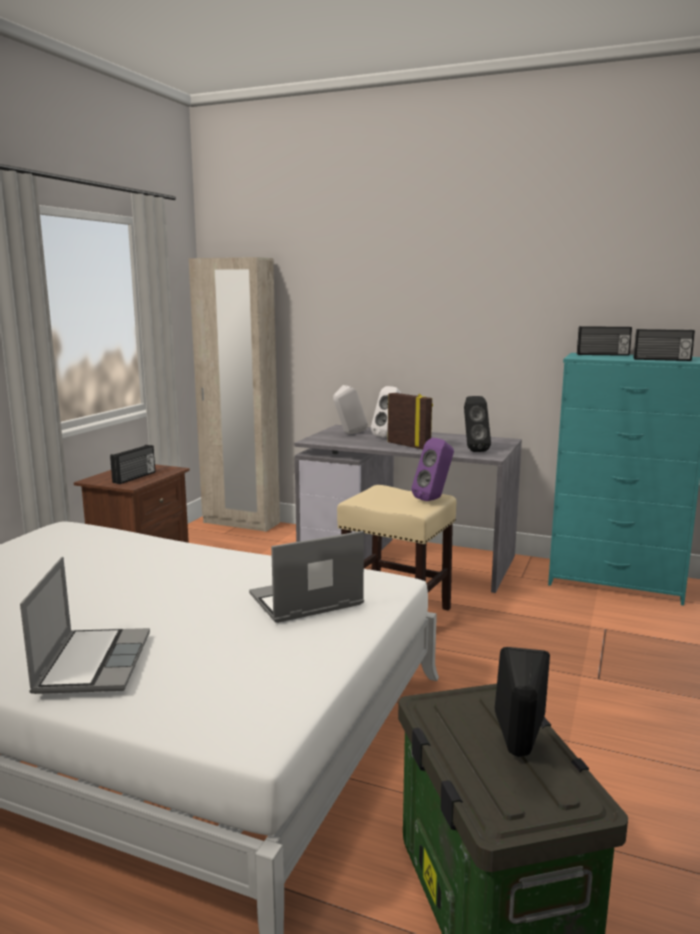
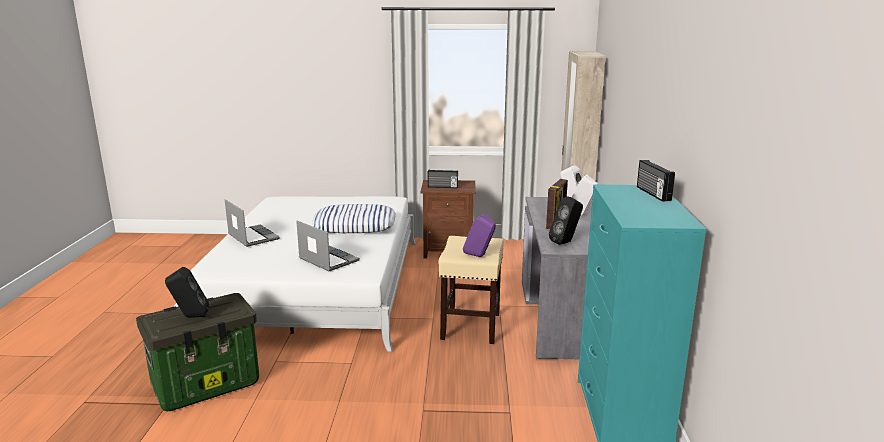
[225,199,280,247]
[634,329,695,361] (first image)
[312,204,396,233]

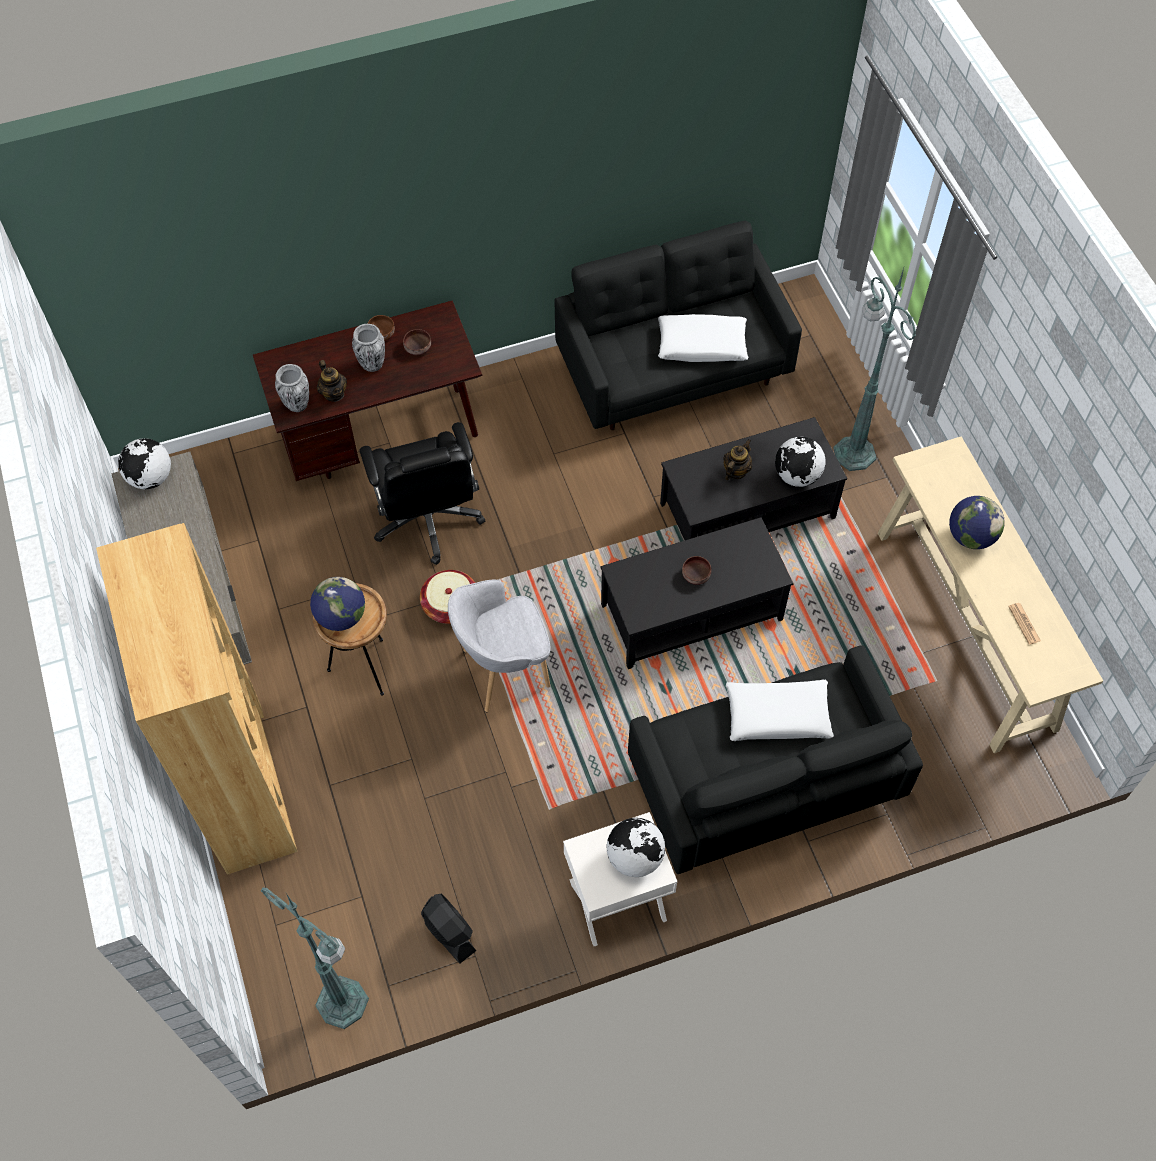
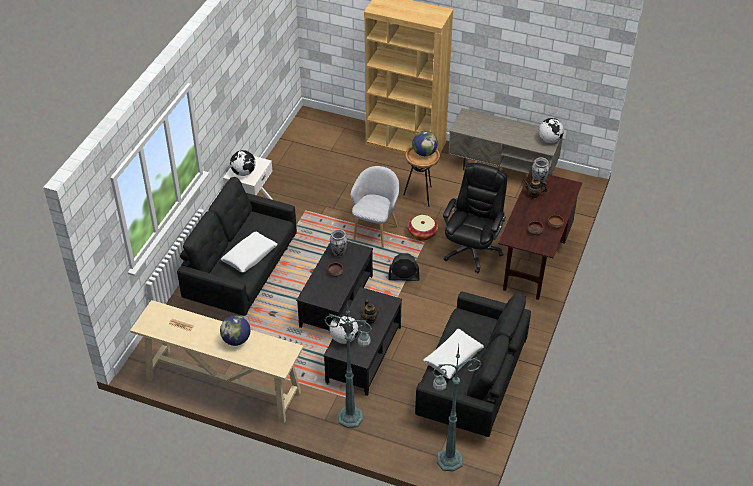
[432,346,481,471]
[330,229,347,257]
[443,163,507,274]
[389,253,419,281]

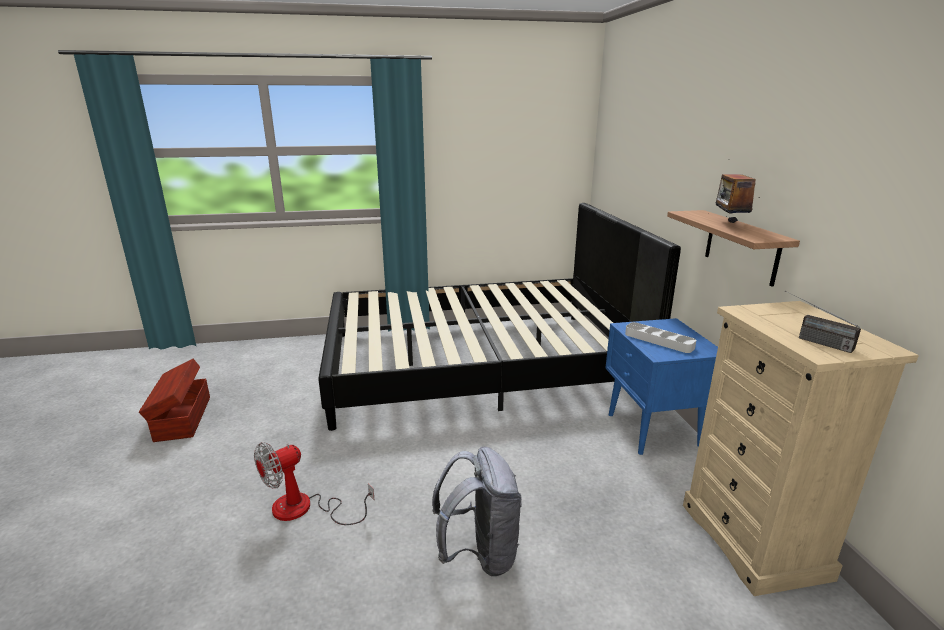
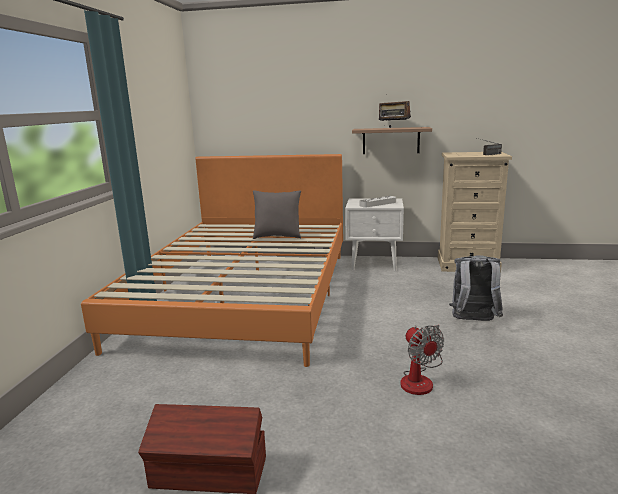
[81,154,343,367]
[345,198,404,271]
[253,190,301,239]

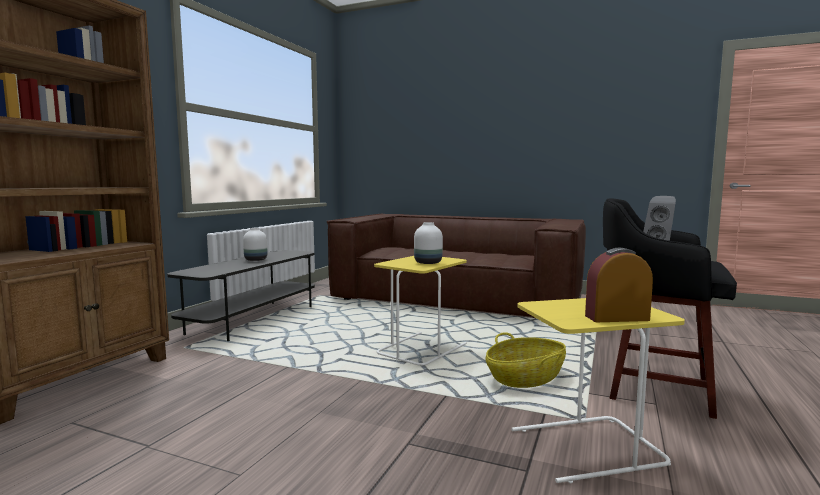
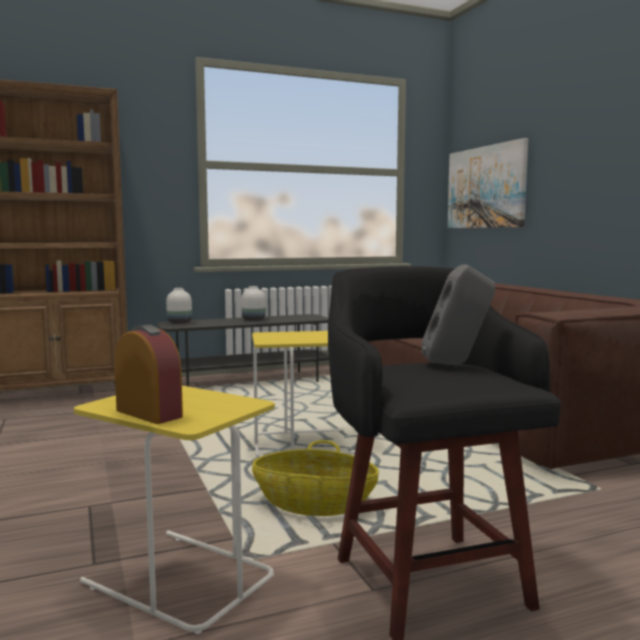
[166,288,192,324]
[447,138,528,228]

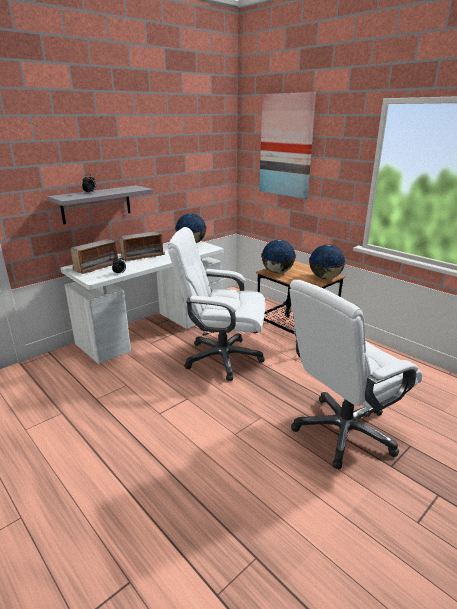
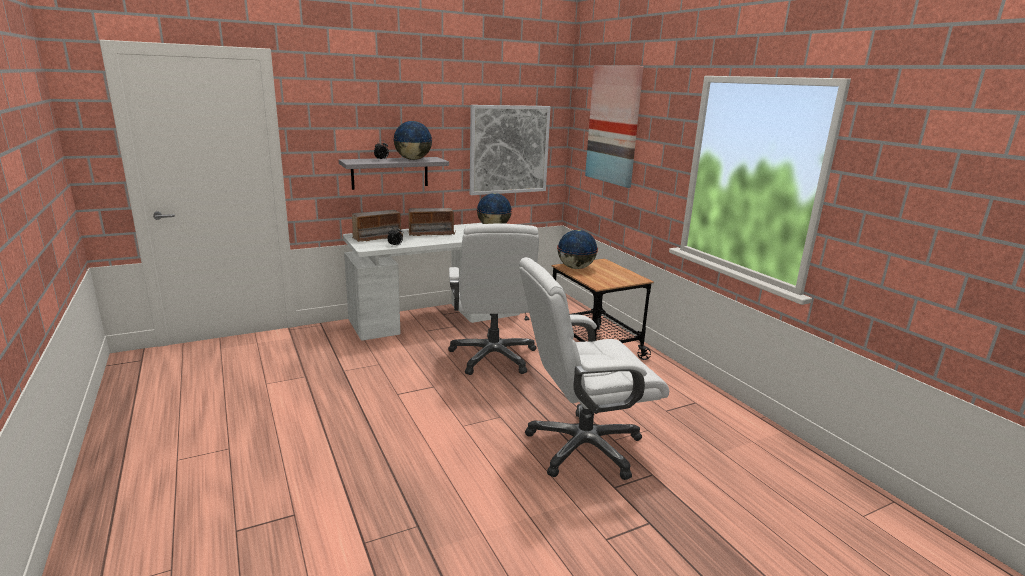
[448,223,539,375]
[393,121,432,160]
[470,105,551,195]

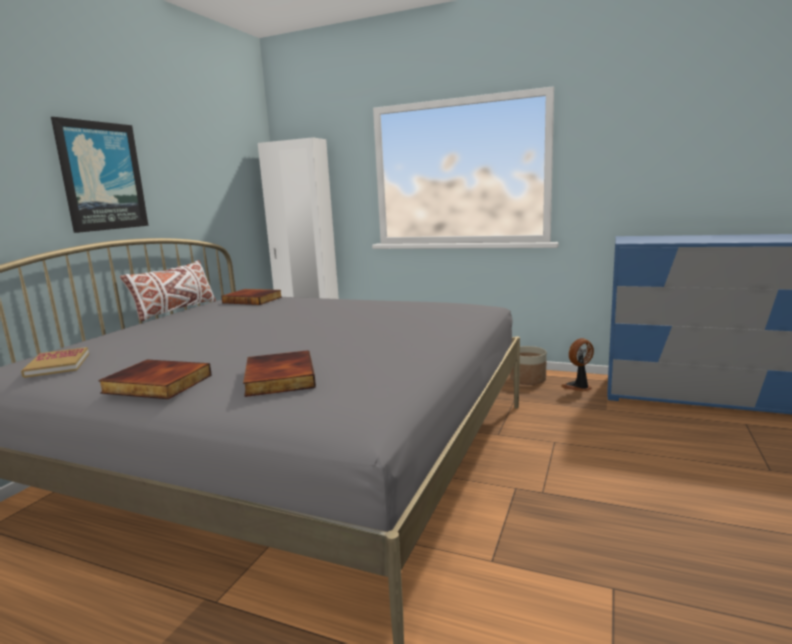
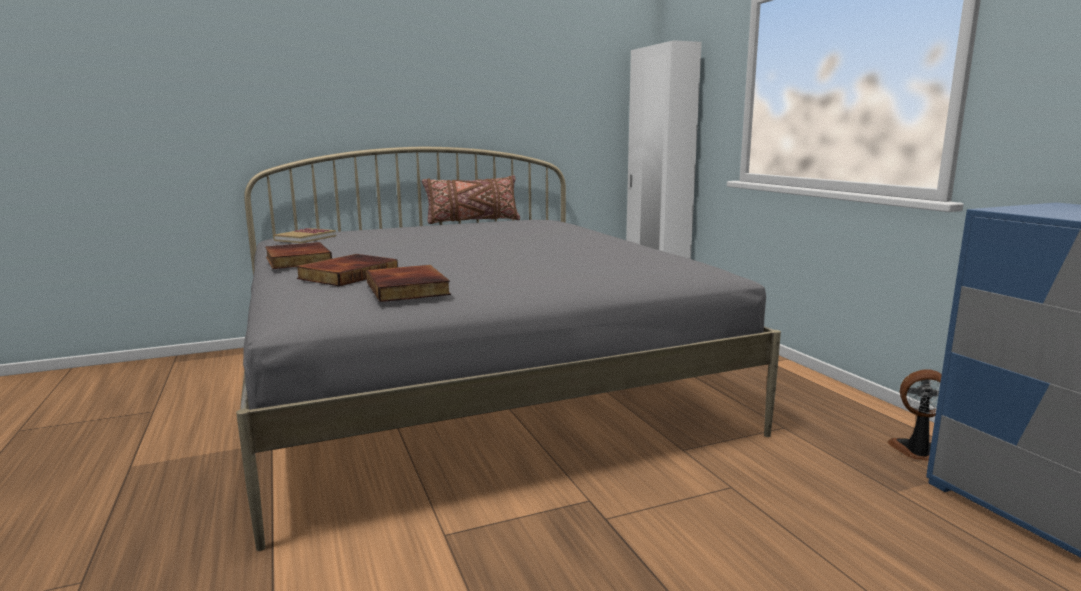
[51,117,149,233] (first image)
[422,175,520,224]
[366,265,451,302]
[510,346,547,385] (first image)

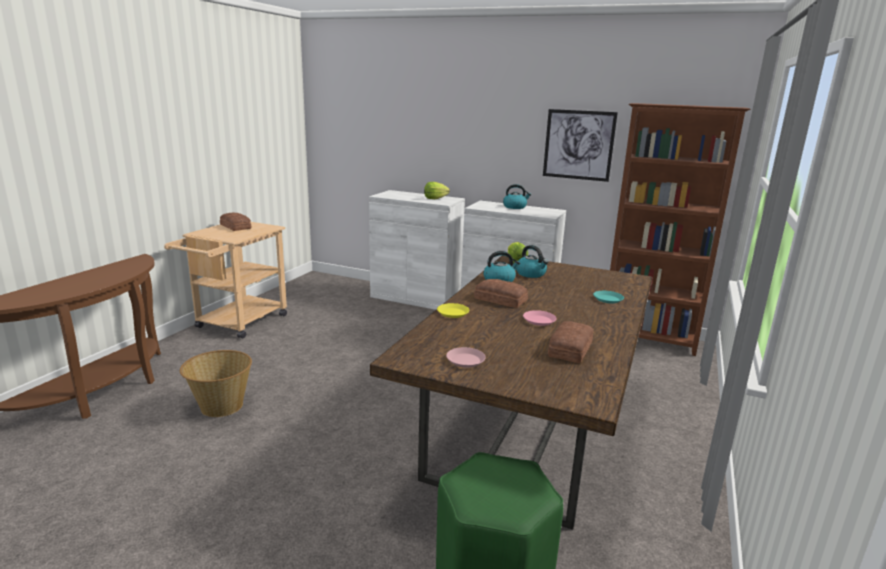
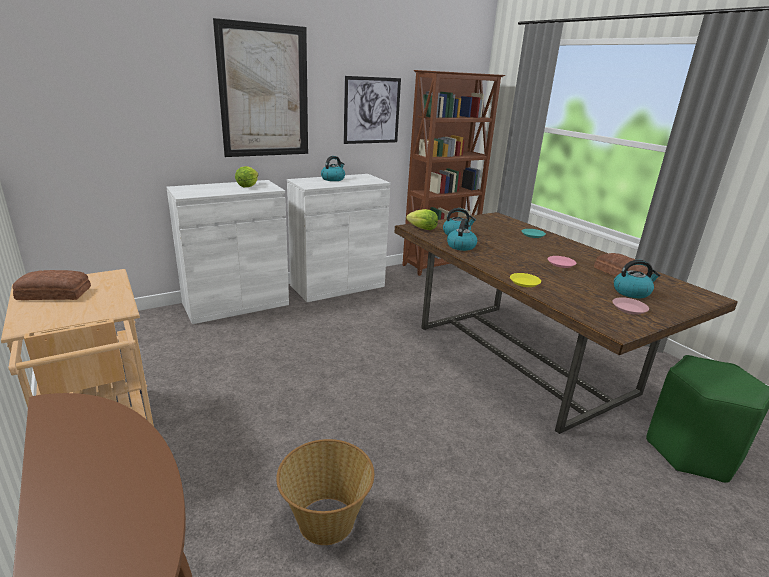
[474,279,528,308] (first image)
[213,18,308,157]
[614,260,660,298]

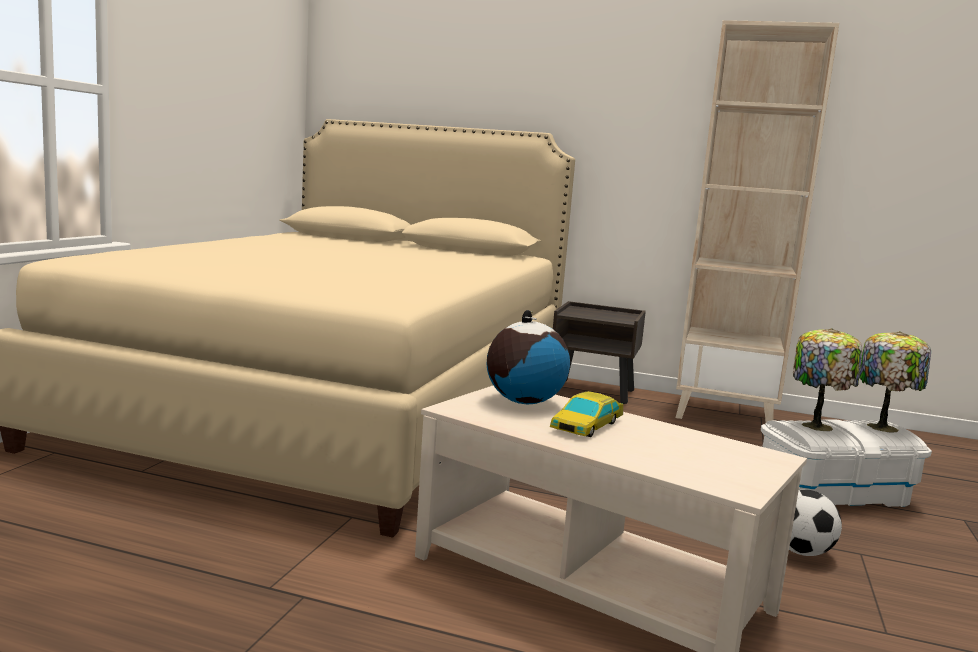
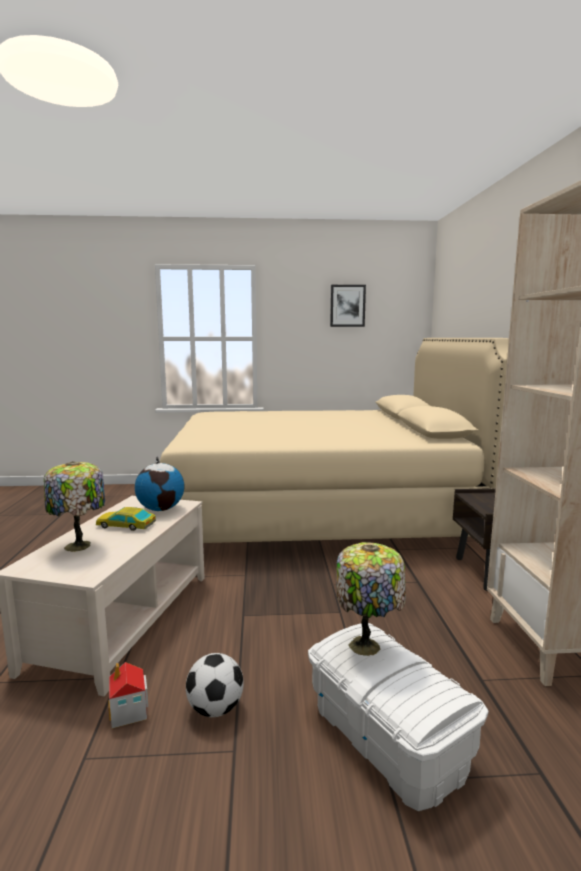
[44,461,105,552]
[109,662,148,729]
[330,285,366,327]

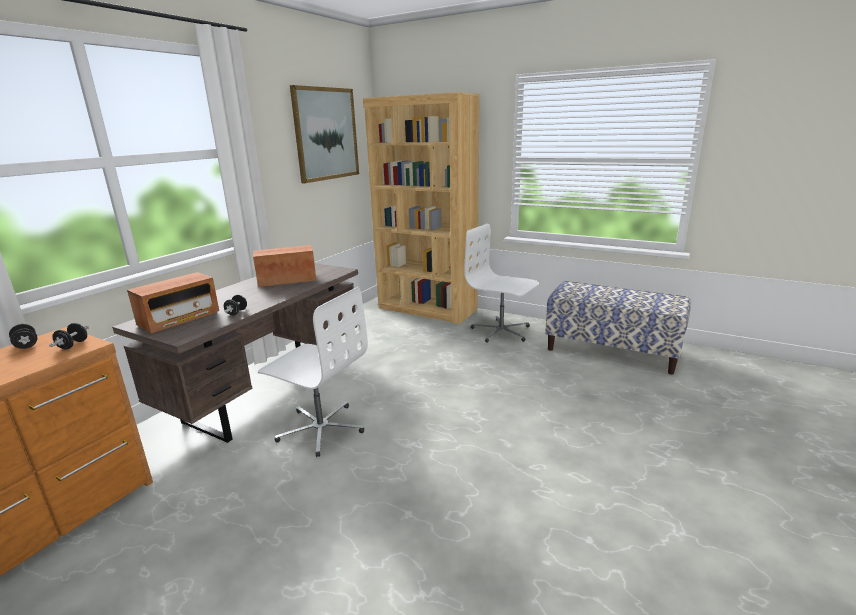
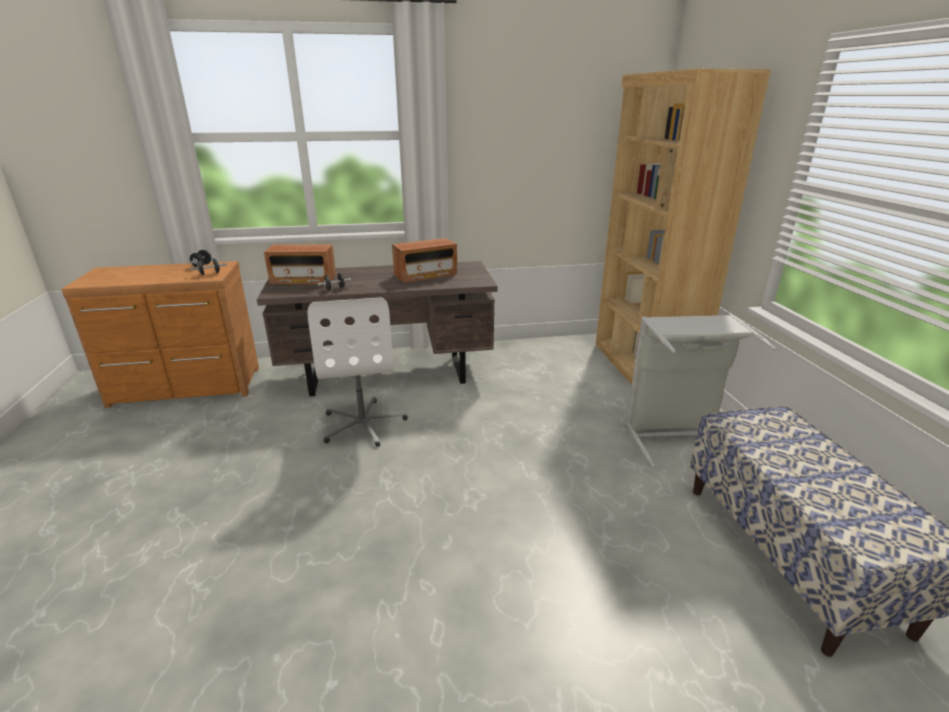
[392,238,457,283]
[290,85,359,183] (first image)
[626,314,776,467]

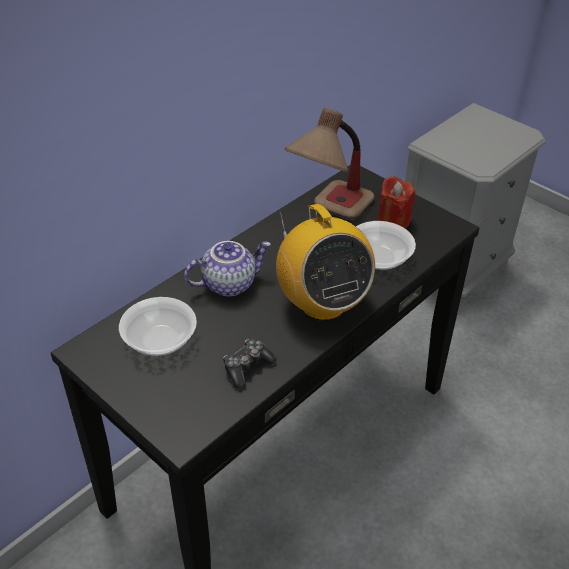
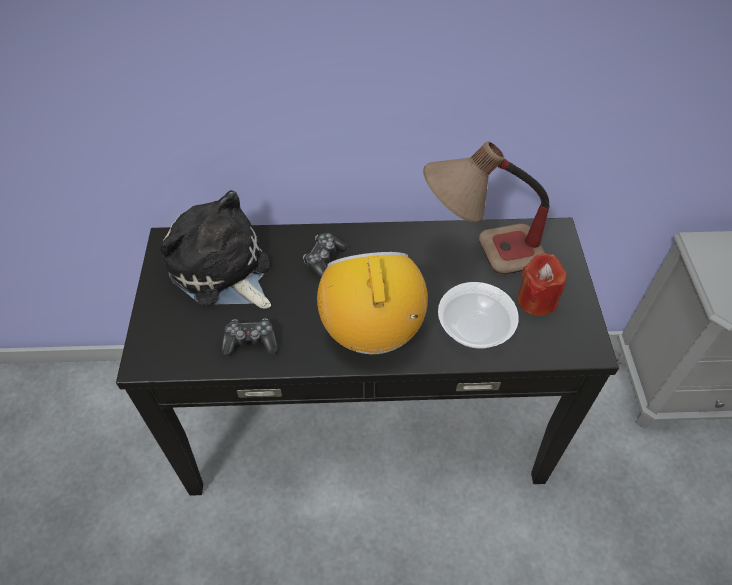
[160,190,271,309]
[303,233,348,279]
[317,252,428,354]

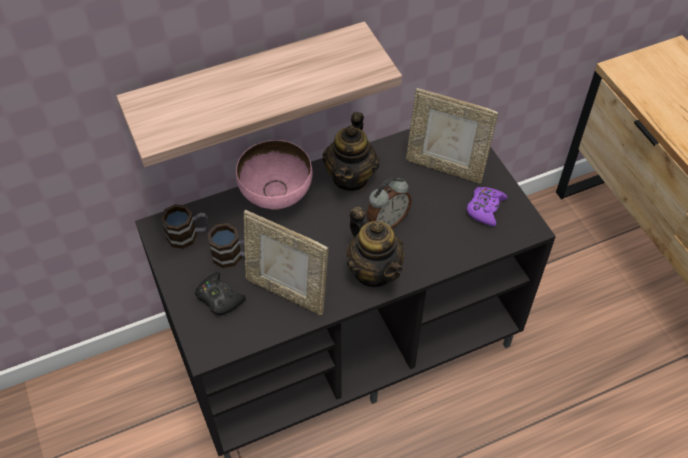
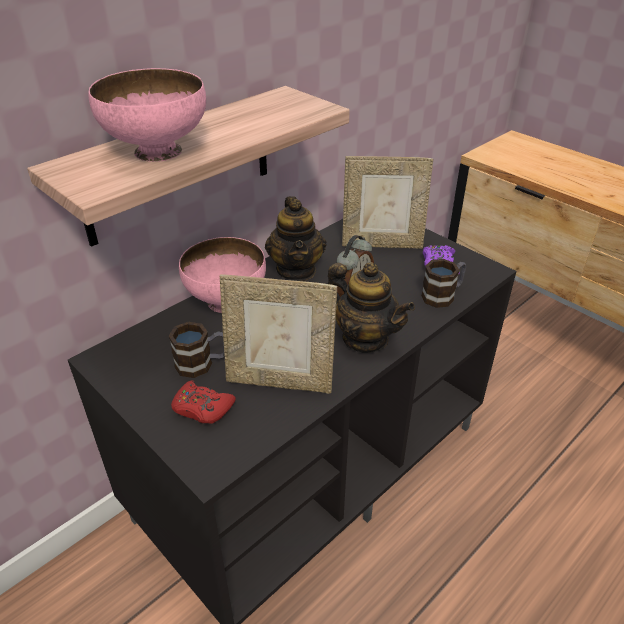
[421,259,466,308]
[171,381,236,423]
[88,68,206,162]

